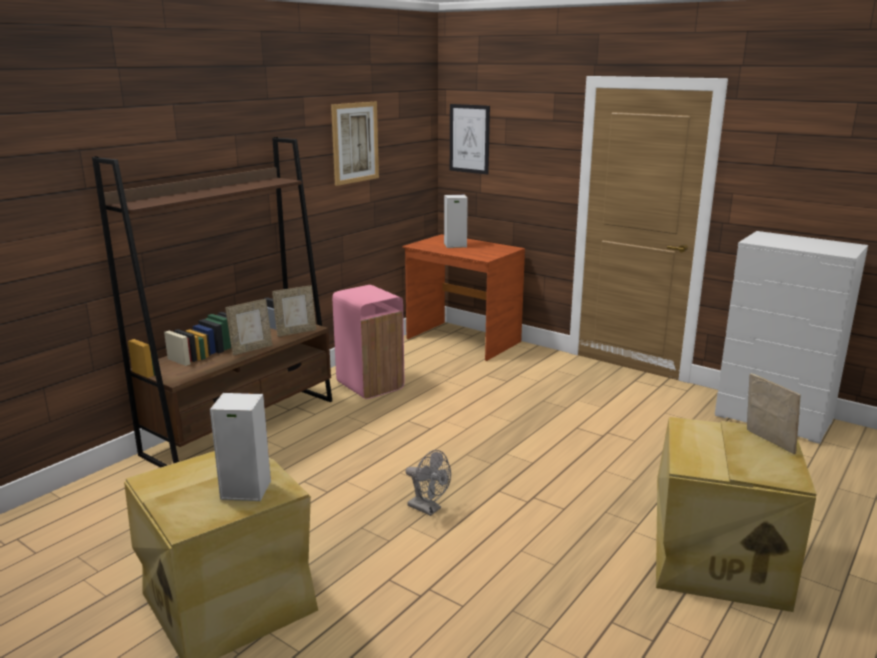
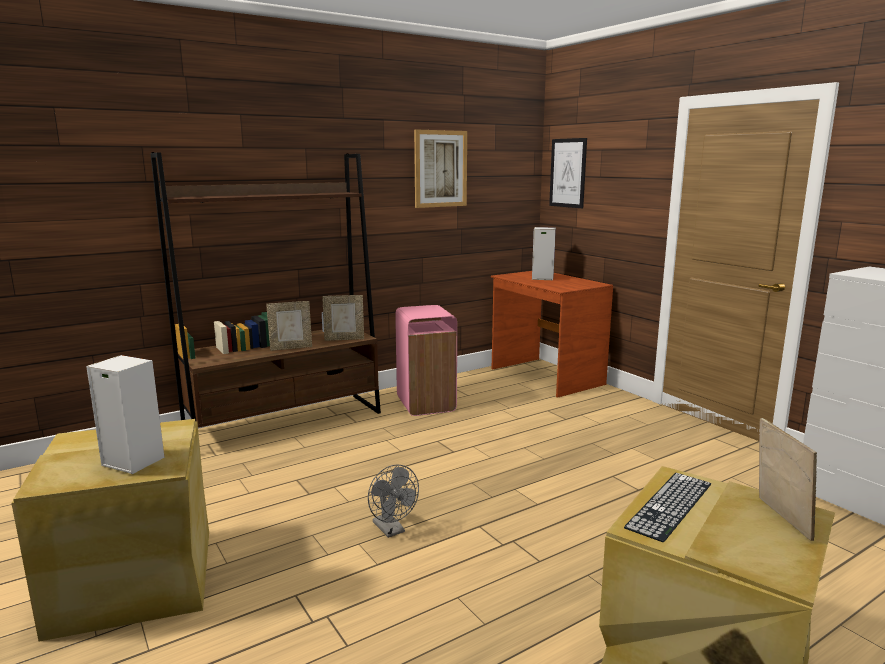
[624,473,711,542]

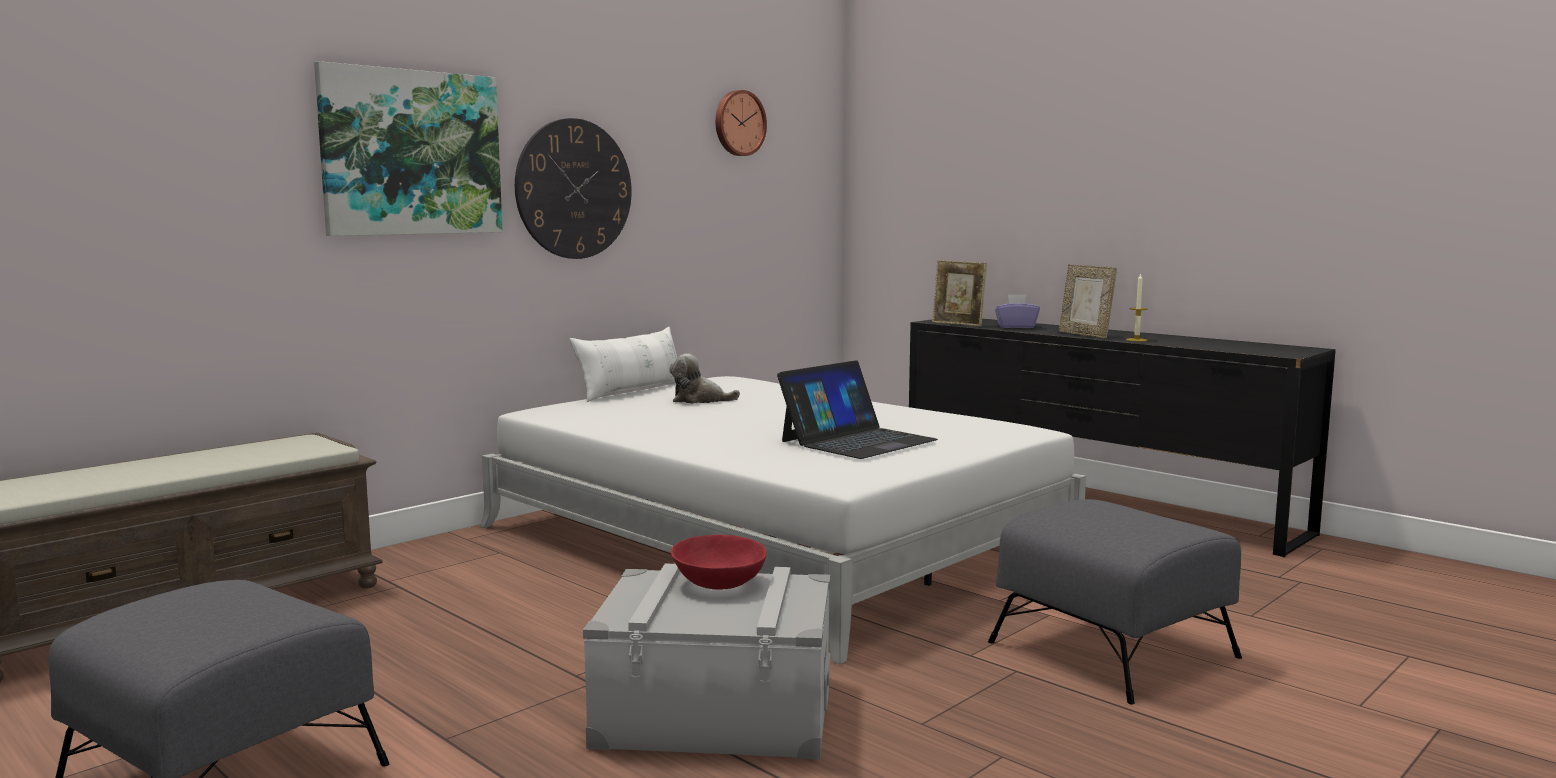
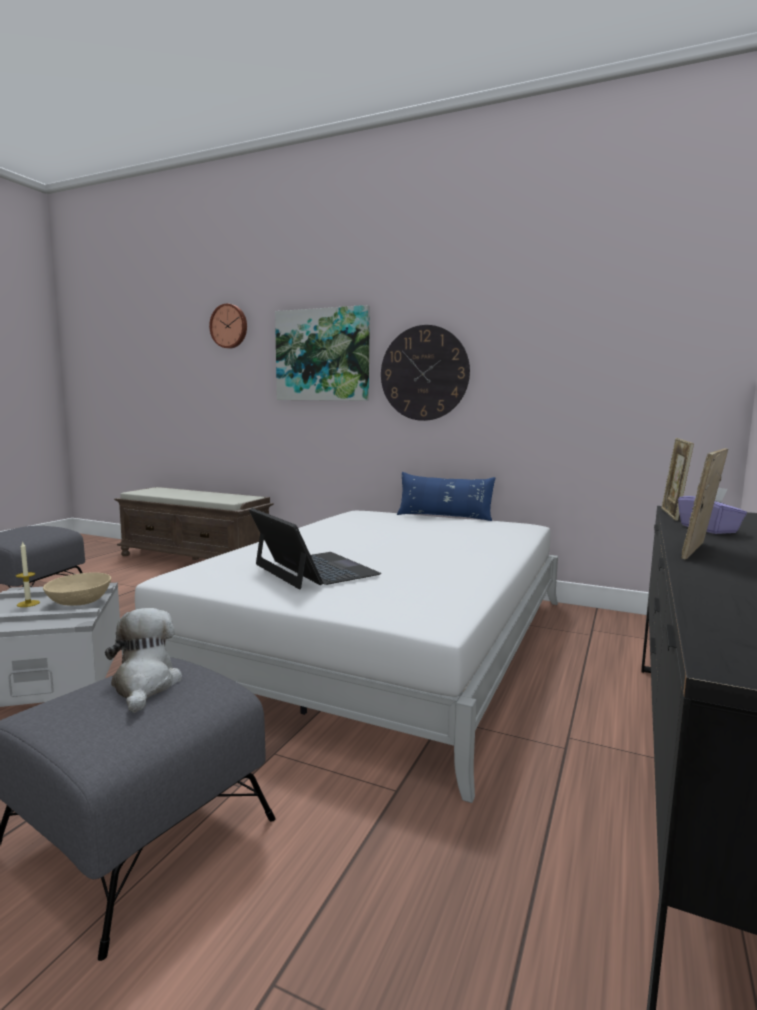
[397,472,495,521]
[105,608,182,713]
[43,572,111,606]
[209,304,247,349]
[249,508,382,589]
[16,541,40,607]

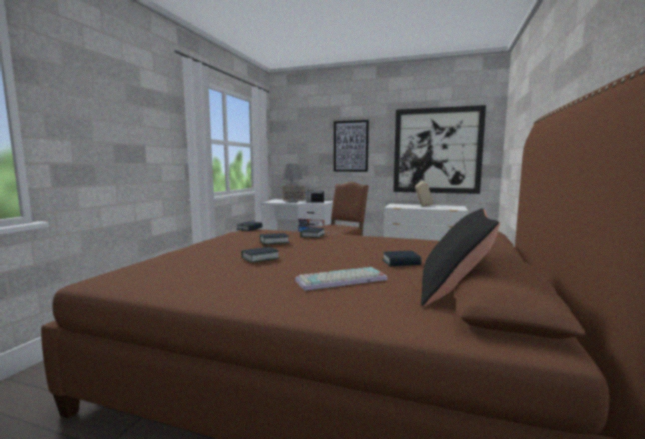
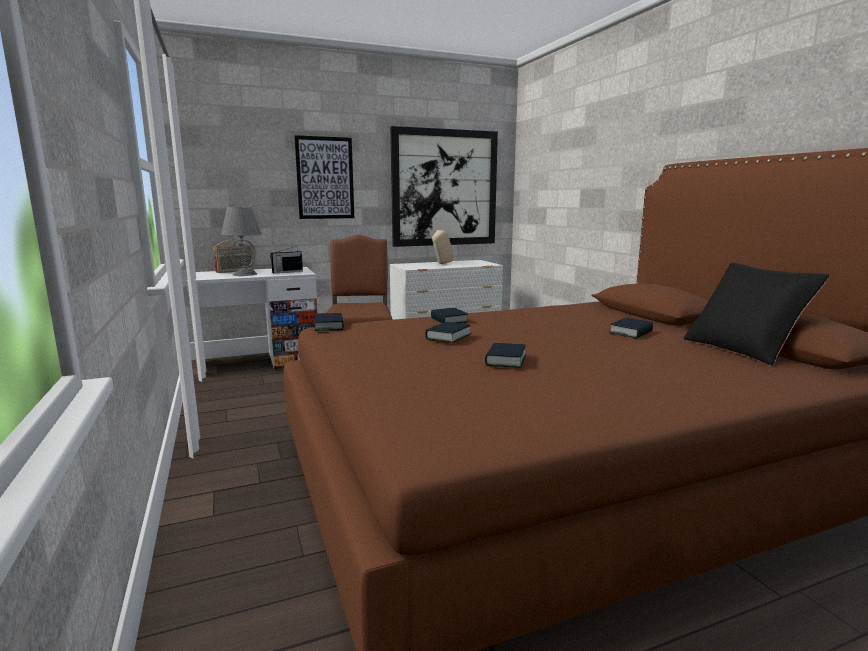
[295,267,388,291] (first image)

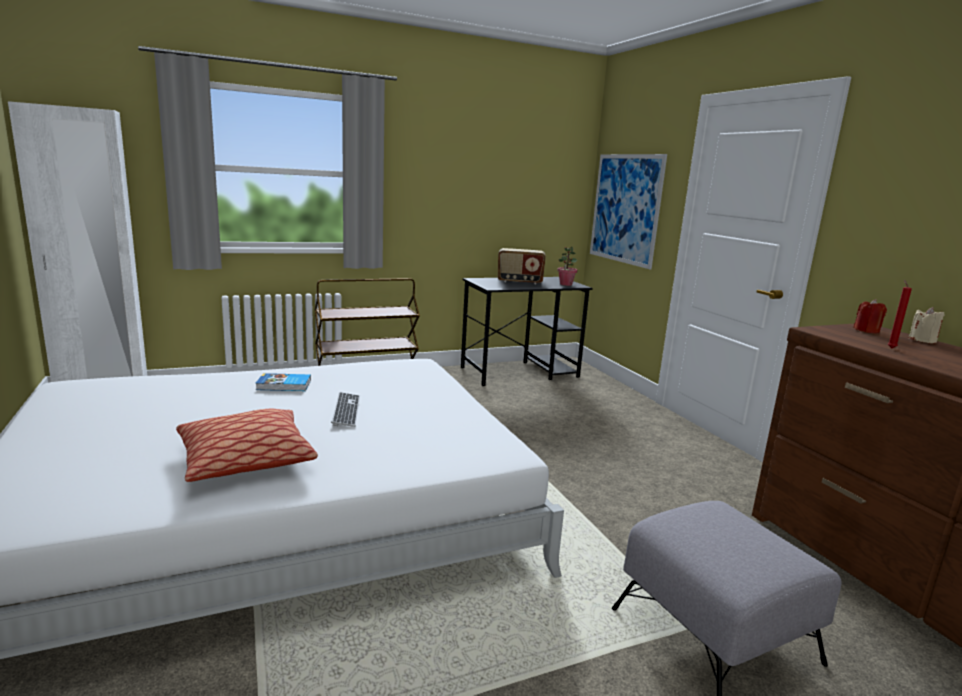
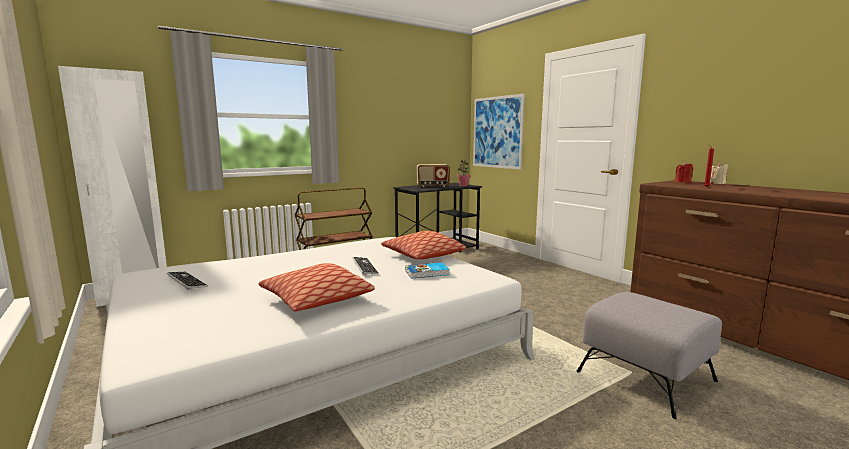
[405,263,450,279]
[167,272,208,290]
[381,231,466,259]

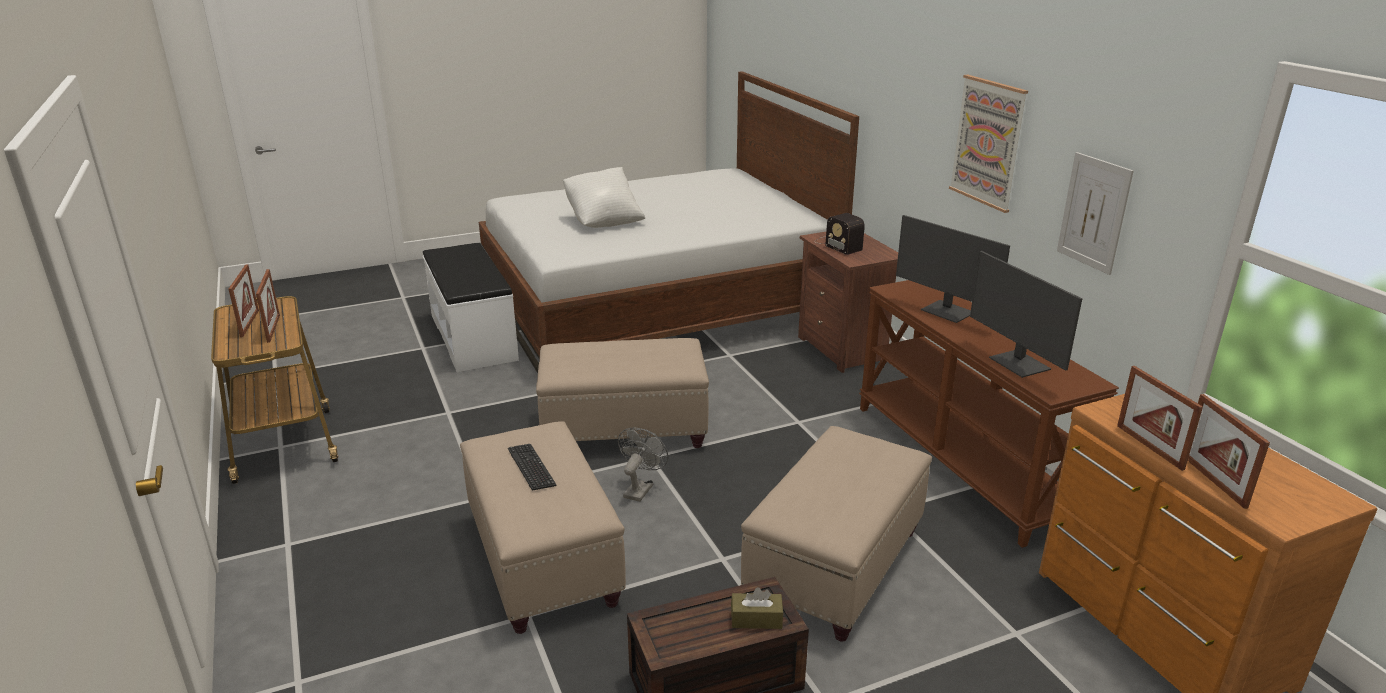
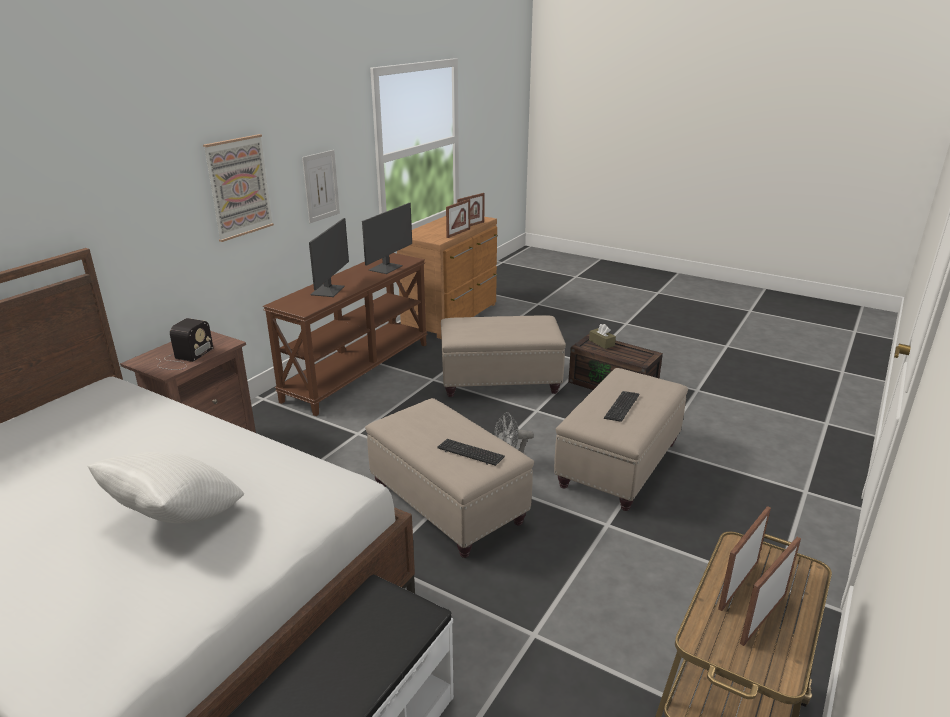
[437,439,505,466]

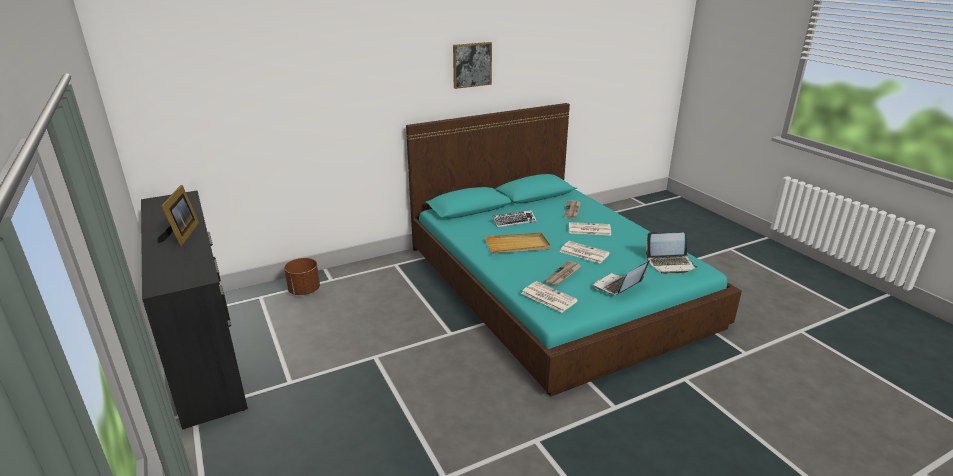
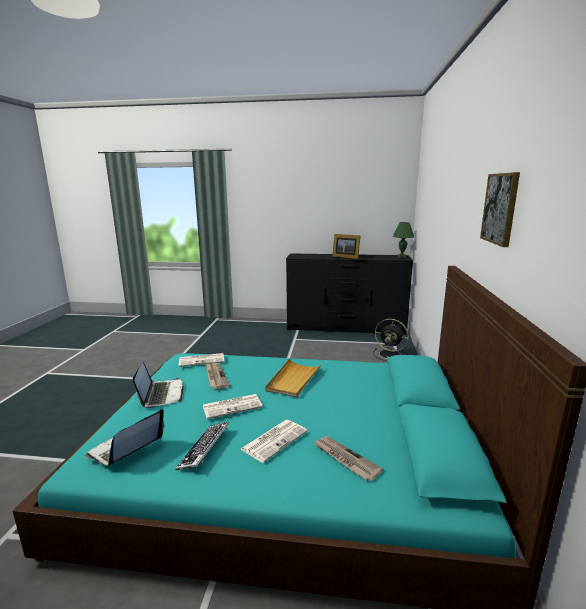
[373,319,409,361]
[175,422,229,470]
[393,222,414,258]

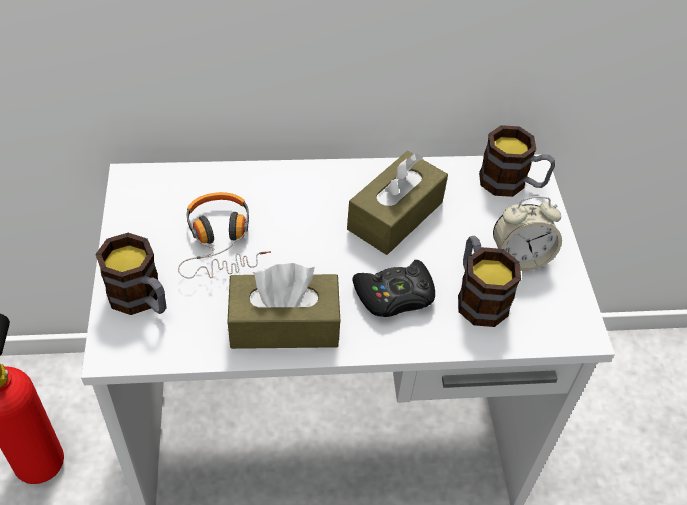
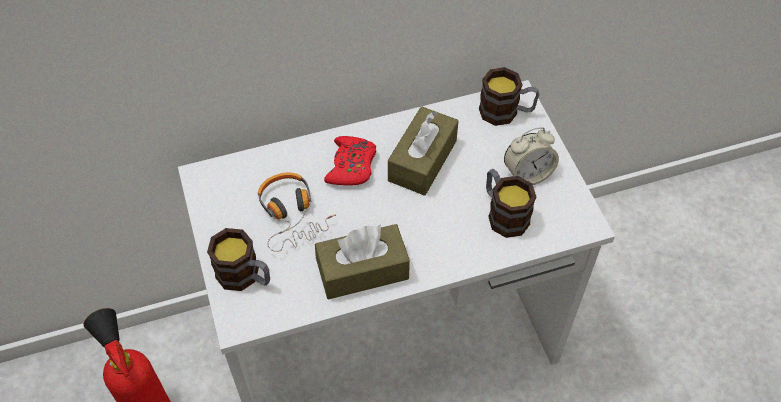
[352,260,435,317] (first image)
[324,136,376,186]

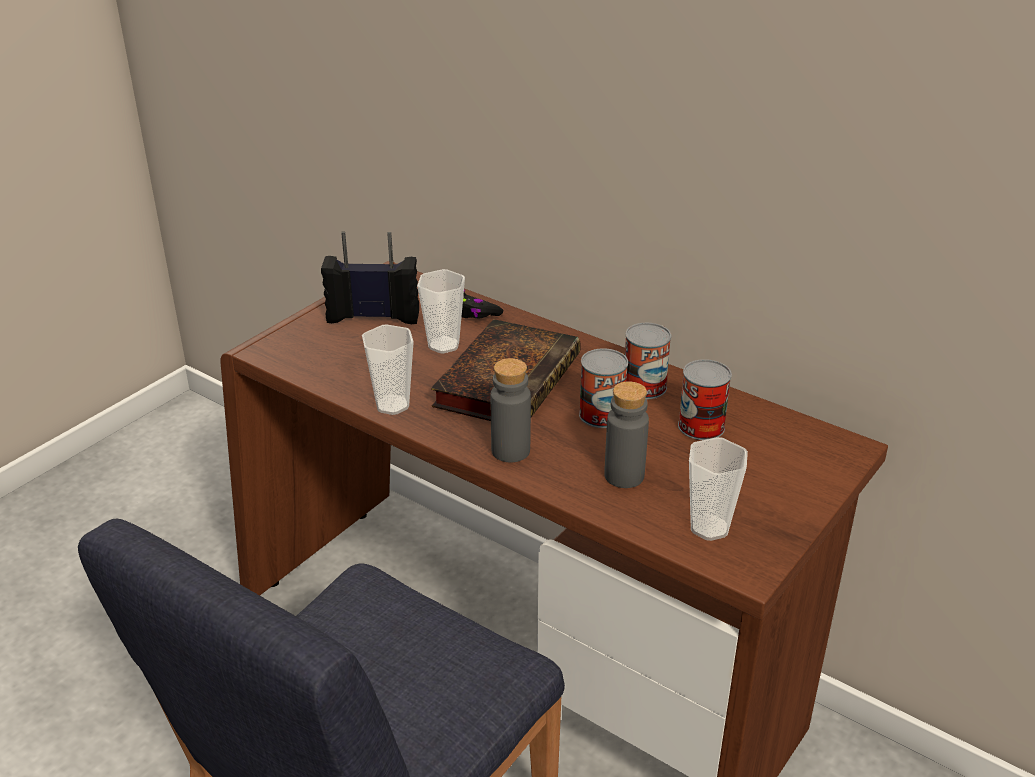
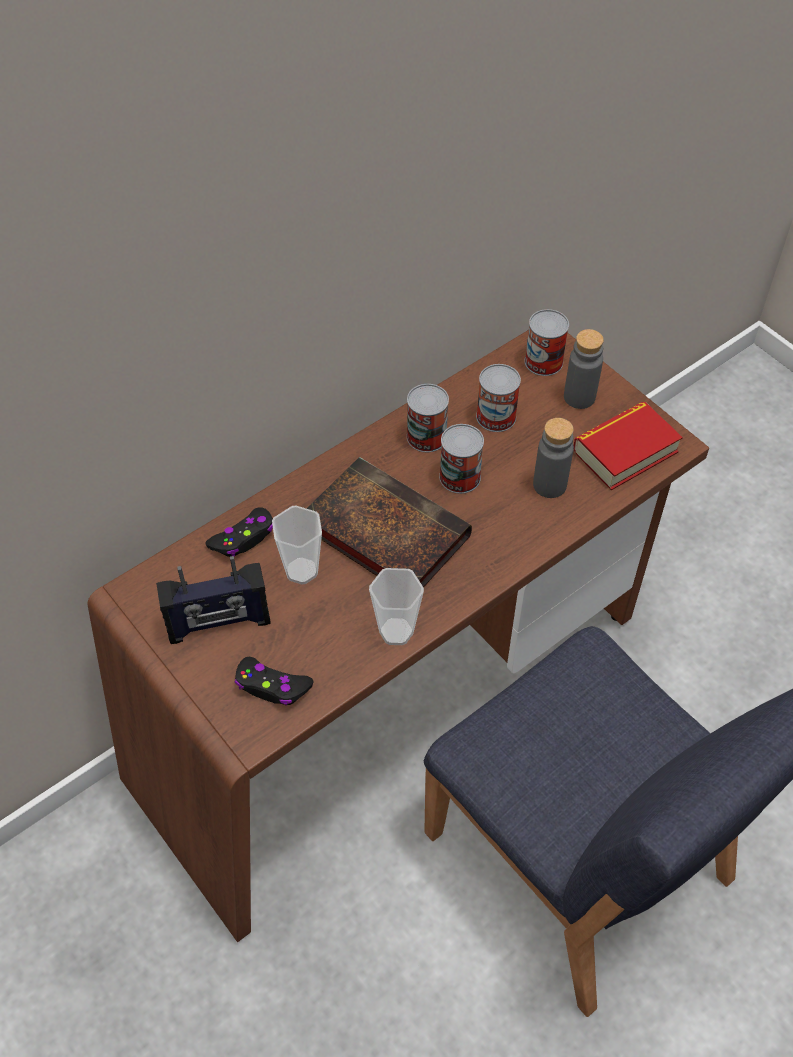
[156,556,270,644]
[564,329,604,409]
[574,402,683,490]
[235,657,313,705]
[525,309,569,376]

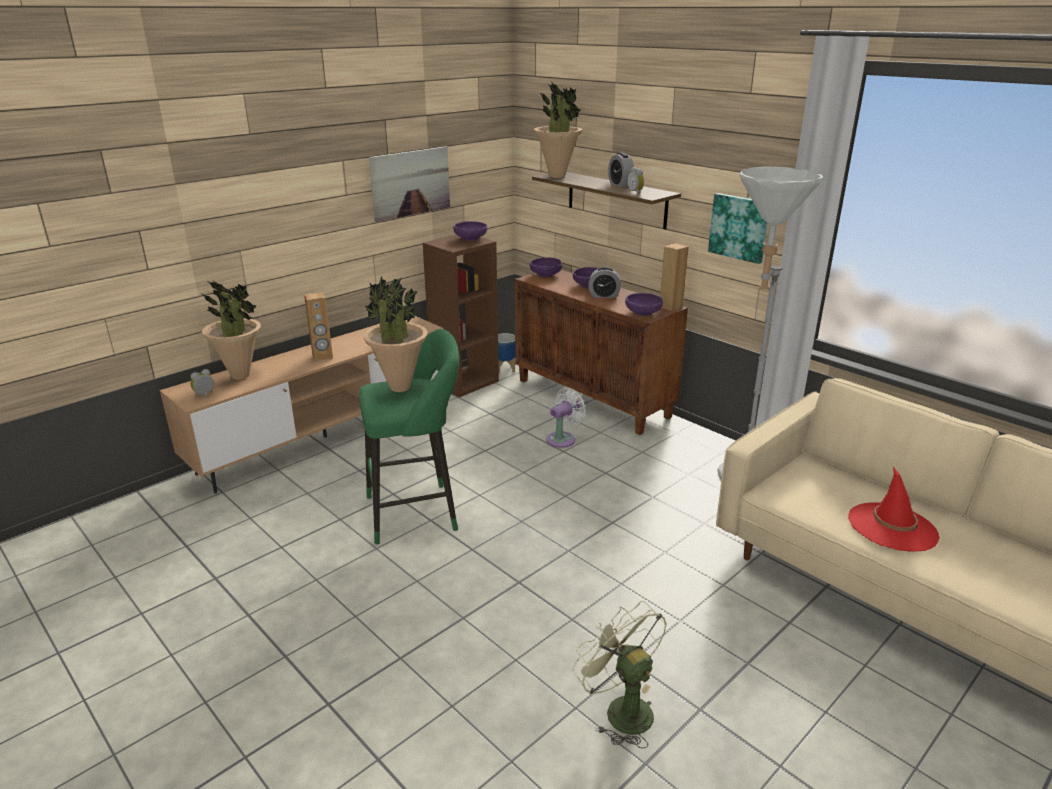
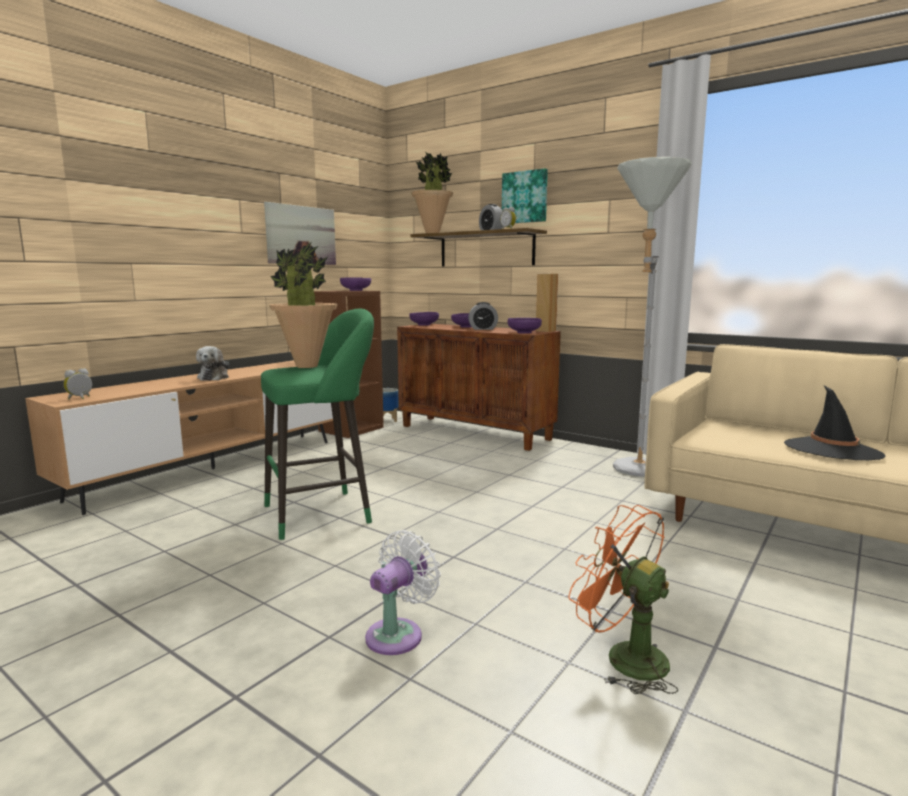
[202,281,261,380] (first image)
[196,346,229,381]
[365,530,441,655]
[569,505,678,694]
[502,168,548,223]
[784,386,886,461]

